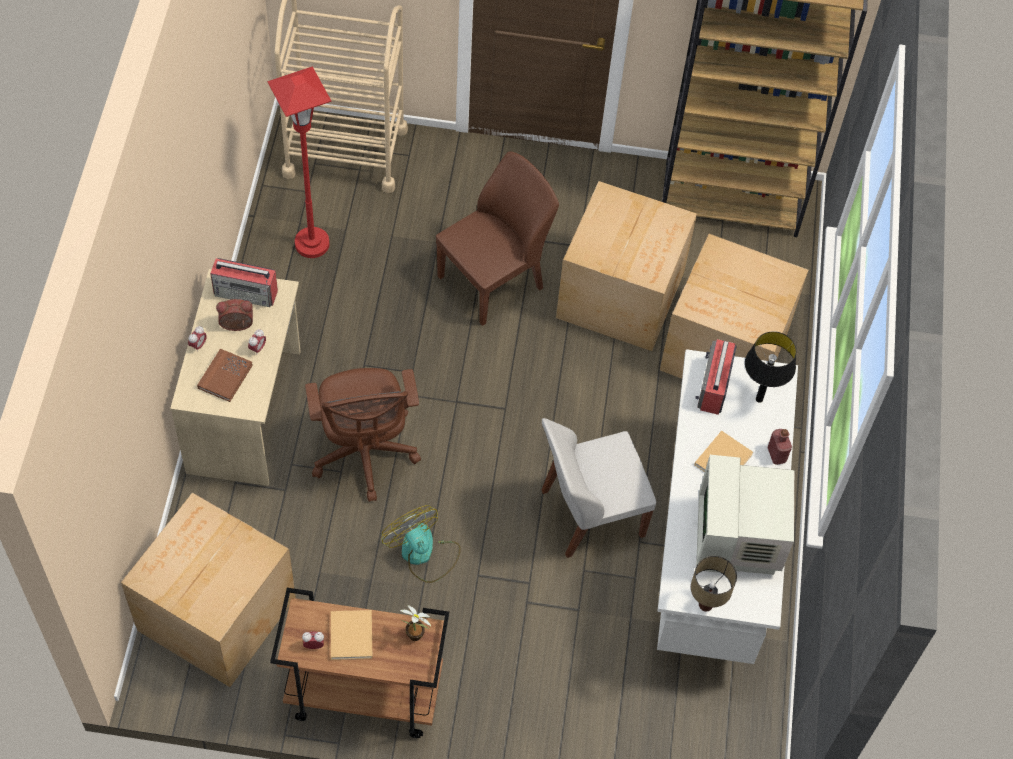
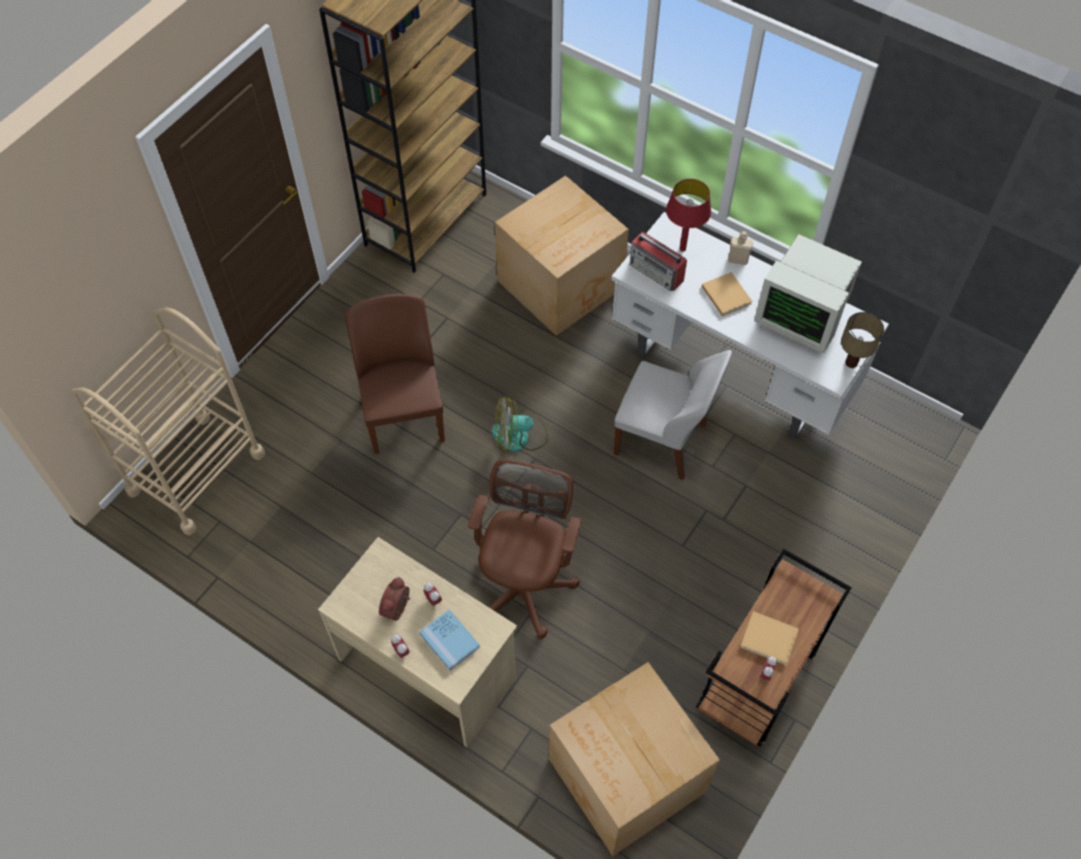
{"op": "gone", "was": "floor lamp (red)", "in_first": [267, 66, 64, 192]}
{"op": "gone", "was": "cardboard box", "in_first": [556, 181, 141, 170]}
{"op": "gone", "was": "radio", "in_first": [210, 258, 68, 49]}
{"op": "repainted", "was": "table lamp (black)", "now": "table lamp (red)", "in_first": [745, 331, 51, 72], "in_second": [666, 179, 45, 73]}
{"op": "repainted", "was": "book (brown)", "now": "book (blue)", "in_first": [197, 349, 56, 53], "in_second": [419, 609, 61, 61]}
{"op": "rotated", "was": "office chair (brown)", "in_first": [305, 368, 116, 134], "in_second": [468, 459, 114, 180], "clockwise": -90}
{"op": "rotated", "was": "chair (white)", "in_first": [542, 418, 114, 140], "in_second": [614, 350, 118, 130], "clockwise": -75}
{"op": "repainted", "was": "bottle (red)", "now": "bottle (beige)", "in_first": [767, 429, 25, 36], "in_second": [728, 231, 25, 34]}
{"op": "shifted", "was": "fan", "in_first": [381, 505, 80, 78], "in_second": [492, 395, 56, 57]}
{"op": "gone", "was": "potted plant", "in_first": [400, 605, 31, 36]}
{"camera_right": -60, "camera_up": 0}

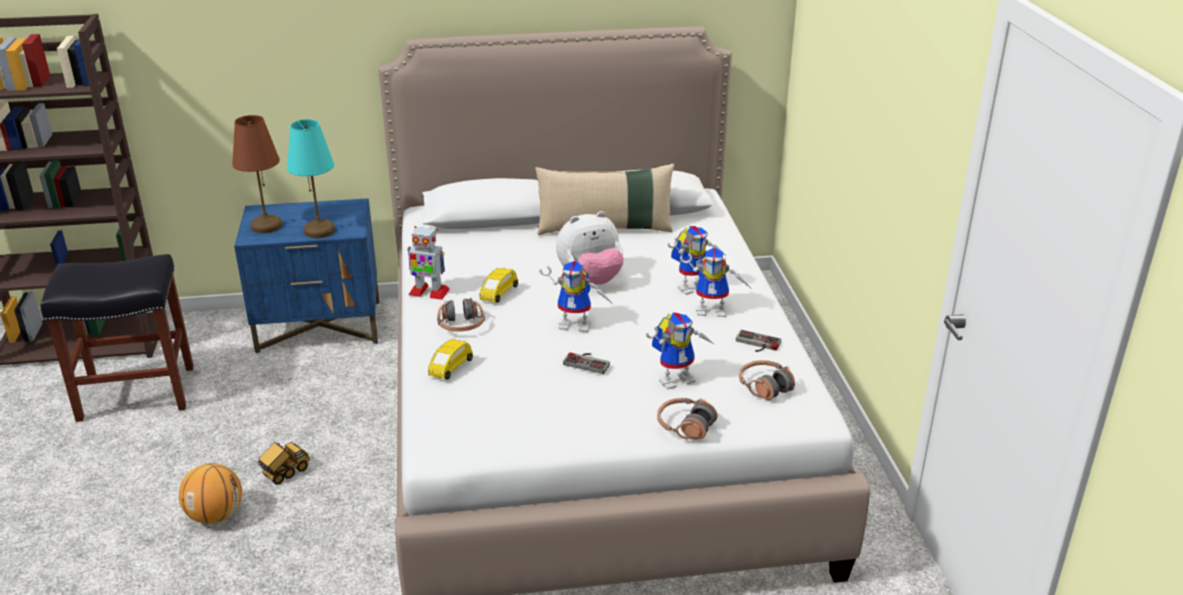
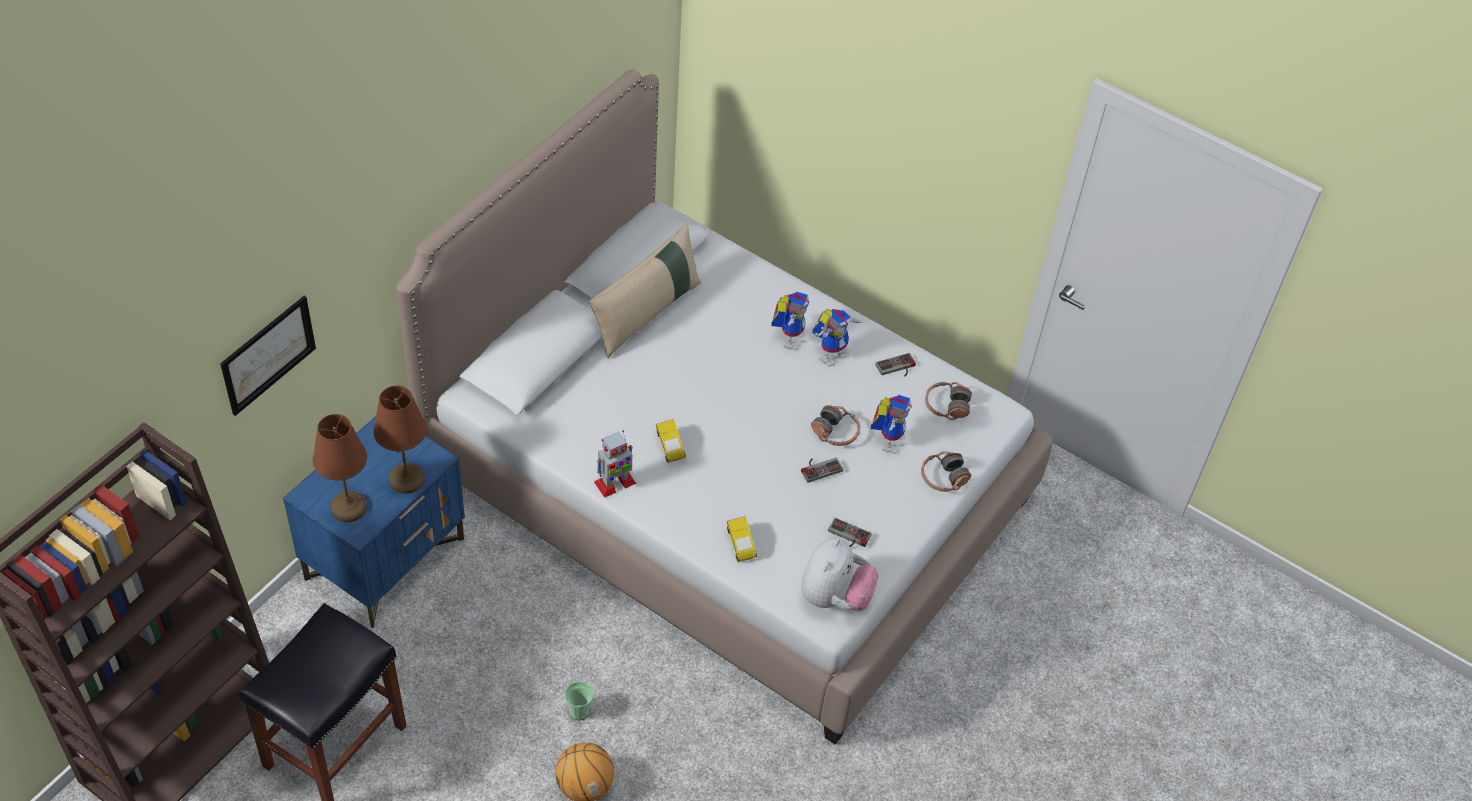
{"op": "repainted", "was": "table lamp (turquoise)", "now": "table lamp (brown)", "in_first": [287, 119, 48, 119], "in_second": [373, 385, 54, 109]}
{"op": "shifted", "was": "plush toy", "in_first": [556, 211, 68, 74], "in_second": [801, 538, 78, 73]}
{"op": "gone", "was": "toy robot", "in_first": [539, 261, 75, 71]}
{"op": "shifted", "was": "headphones", "in_first": [437, 297, 48, 35], "in_second": [811, 405, 49, 41]}
{"op": "swapped", "was": "toy truck", "now": "cup", "in_first": [257, 442, 53, 43], "in_second": [564, 682, 30, 38]}
{"op": "new", "now": "picture", "in_second": [220, 296, 96, 120]}
{"op": "new", "now": "game controller", "in_second": [828, 518, 44, 29]}
{"camera_right": -50, "camera_up": 20}

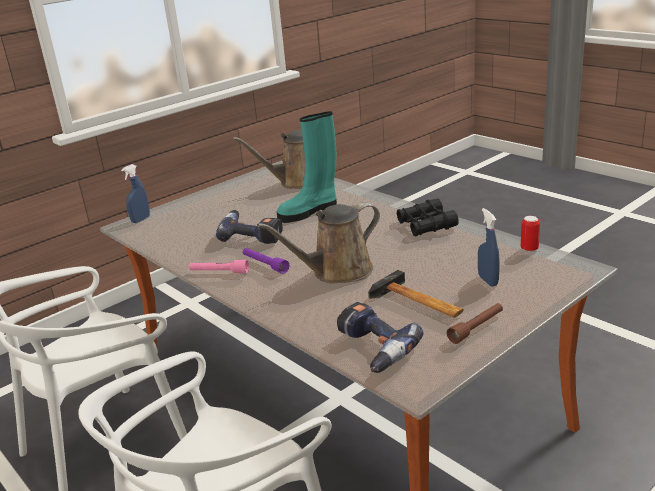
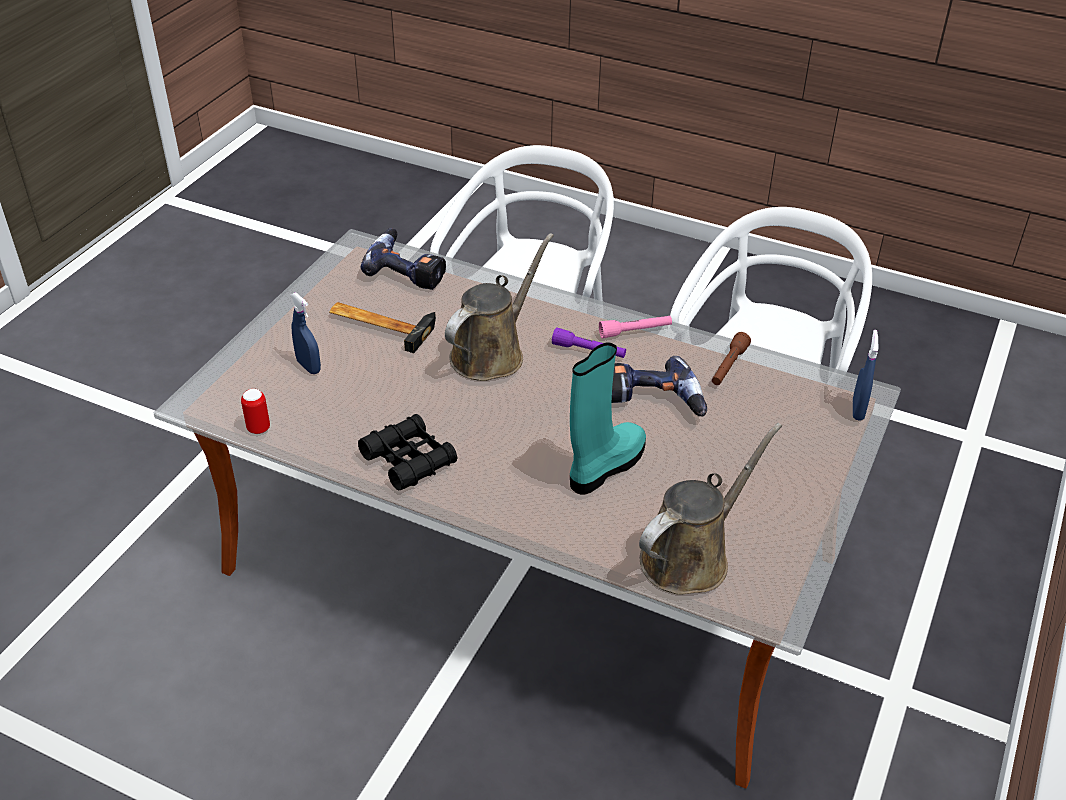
{"op": "shifted", "was": "flashlight (brown)", "in_first": [447, 303, 56, 41], "in_second": [712, 332, 39, 53]}
{"camera_right": 155, "camera_up": 15}

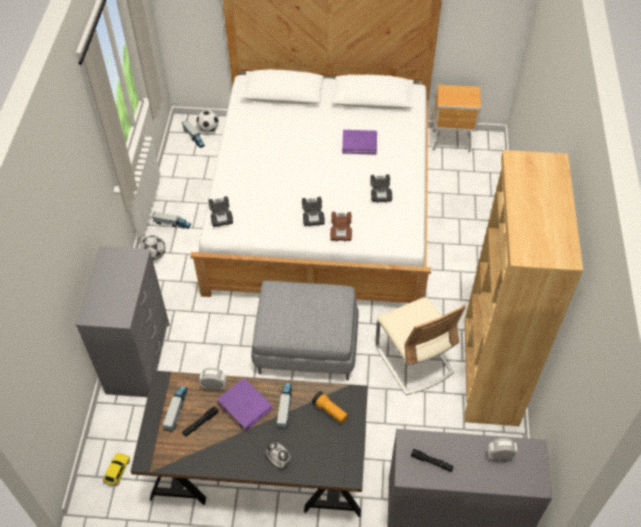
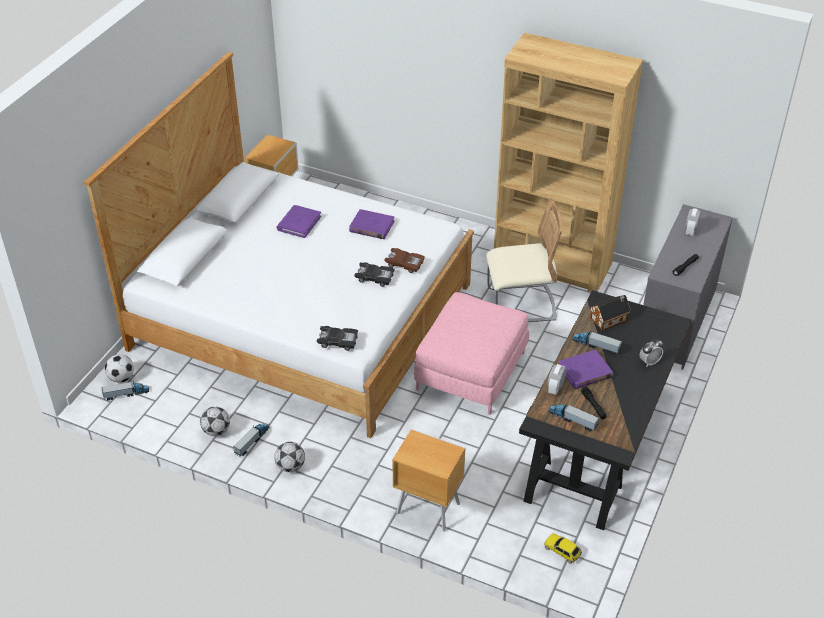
{"op": "swapped", "was": "toy car (black)", "now": "book (purple)", "in_first": [370, 175, 22, 27], "in_second": [349, 209, 45, 30]}
{"op": "swapped", "was": "dresser (grey)", "now": "nightstand (brown)", "in_first": [76, 246, 94, 151], "in_second": [392, 429, 73, 102]}
{"op": "repainted", "was": "ottoman (grey)", "now": "ottoman (pink)", "in_first": [251, 281, 108, 99], "in_second": [414, 292, 115, 123]}
{"op": "swapped", "was": "flashlight", "now": "toy house", "in_first": [312, 391, 36, 33], "in_second": [590, 295, 41, 35]}
{"op": "new", "now": "football", "in_second": [200, 407, 30, 29]}
{"camera_right": -70, "camera_up": -10}

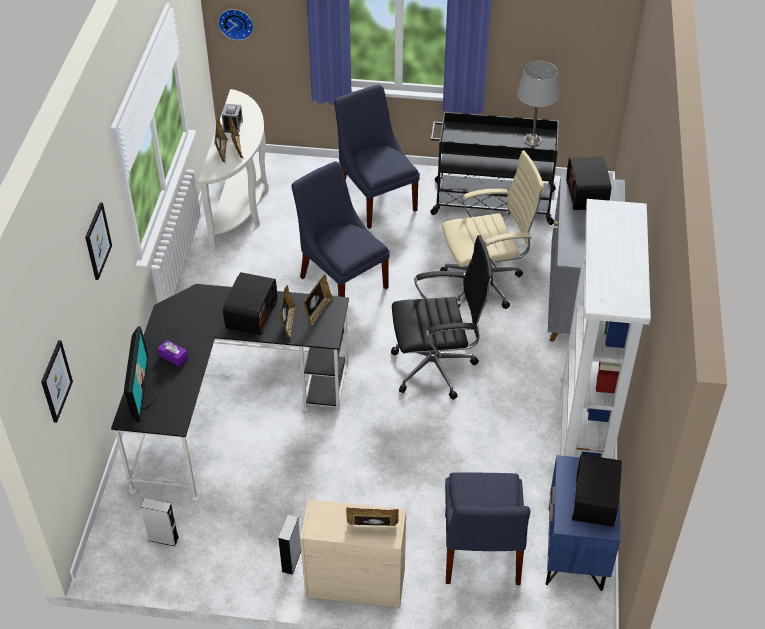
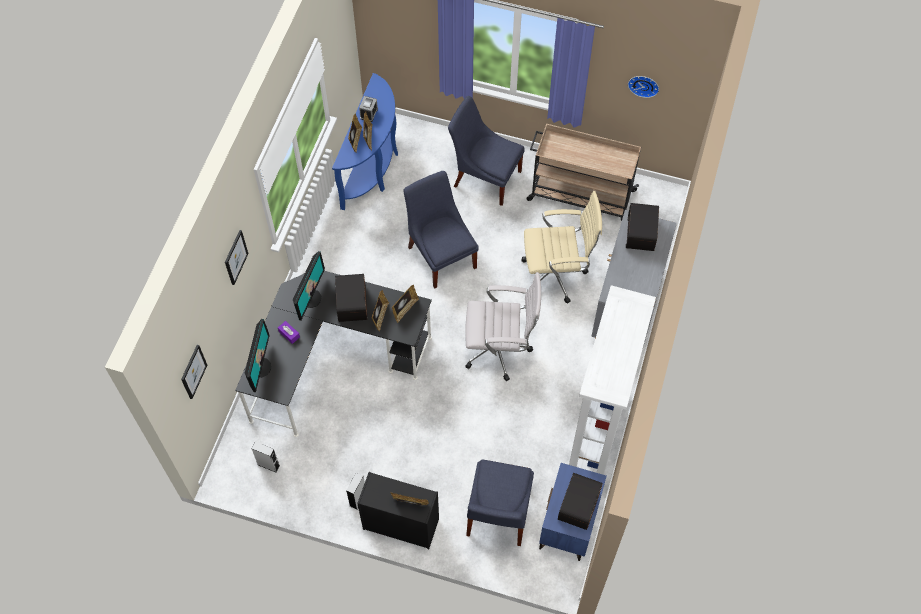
{"op": "shifted", "was": "wall clock", "in_first": [218, 9, 36, 32], "in_second": [628, 76, 31, 22]}
{"op": "gone", "was": "table lamp (grey)", "in_first": [517, 61, 42, 85]}
{"op": "rotated", "was": "chair (blue)", "in_first": [334, 85, 86, 144], "in_second": [448, 96, 77, 110], "clockwise": -45}
{"op": "repainted", "was": "console table (white)", "now": "console table (blue)", "in_first": [198, 89, 71, 161], "in_second": [332, 73, 66, 137]}
{"op": "repainted", "was": "cart (black)", "now": "cart (beige)", "in_first": [430, 112, 129, 113], "in_second": [526, 124, 115, 97]}
{"op": "repainted", "was": "office chair (black)", "now": "office chair (white)", "in_first": [391, 235, 102, 164], "in_second": [465, 272, 76, 109]}
{"op": "rotated", "was": "radio", "in_first": [223, 272, 54, 63], "in_second": [335, 274, 32, 48], "clockwise": 150}
{"op": "repainted", "was": "dresser (beige)", "now": "dresser (black)", "in_first": [300, 498, 106, 110], "in_second": [357, 472, 82, 77]}
{"op": "new", "now": "monitor", "in_second": [293, 251, 32, 69]}
{"camera_right": 10, "camera_up": 15}

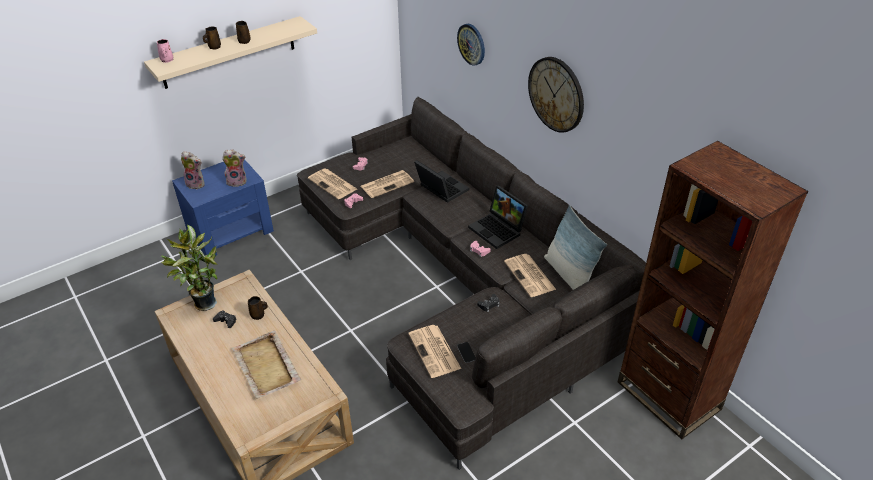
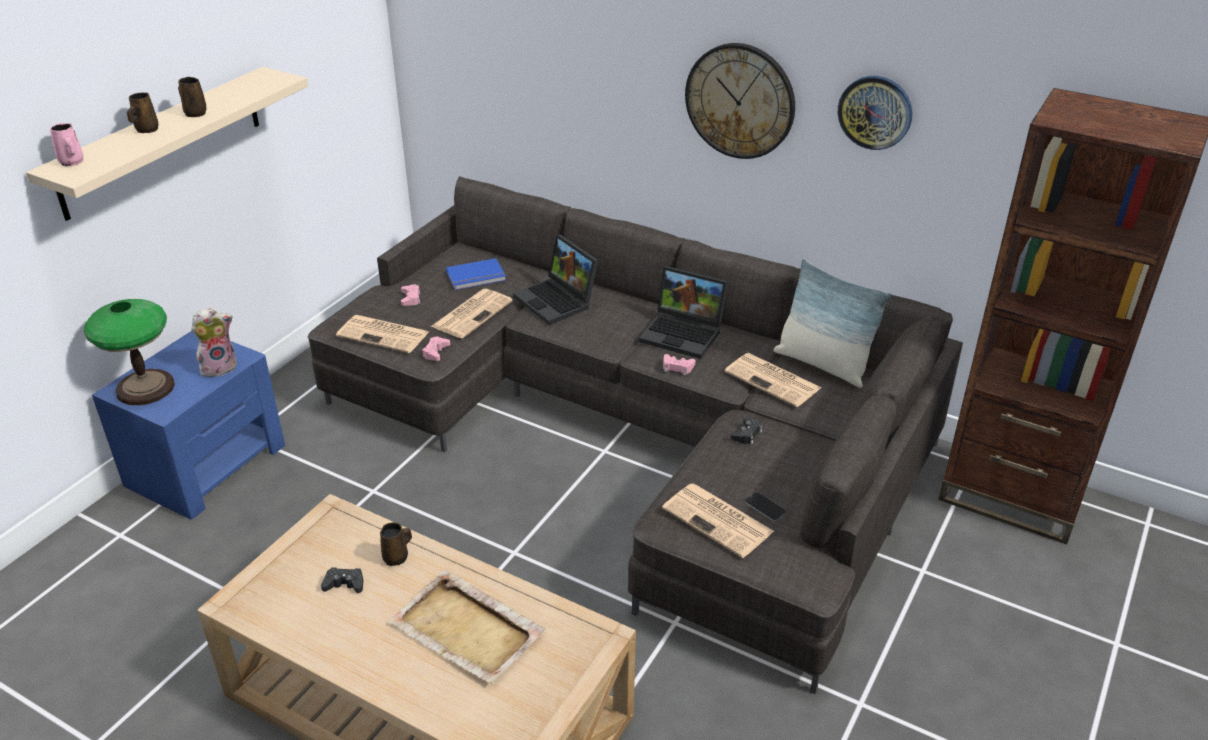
{"op": "shifted", "was": "wall clock", "in_first": [457, 24, 28, 42], "in_second": [838, 76, 75, 74]}
{"op": "swapped", "was": "plush toy", "now": "table lamp", "in_first": [181, 151, 24, 38], "in_second": [84, 299, 91, 107]}
{"op": "rotated", "was": "laptop", "in_first": [414, 160, 55, 43], "in_second": [513, 234, 85, 91], "clockwise": -150}
{"op": "gone", "was": "potted plant", "in_first": [161, 224, 57, 87]}
{"op": "new", "now": "book (blue)", "in_second": [446, 258, 60, 32]}
{"camera_right": -25, "camera_up": -5}

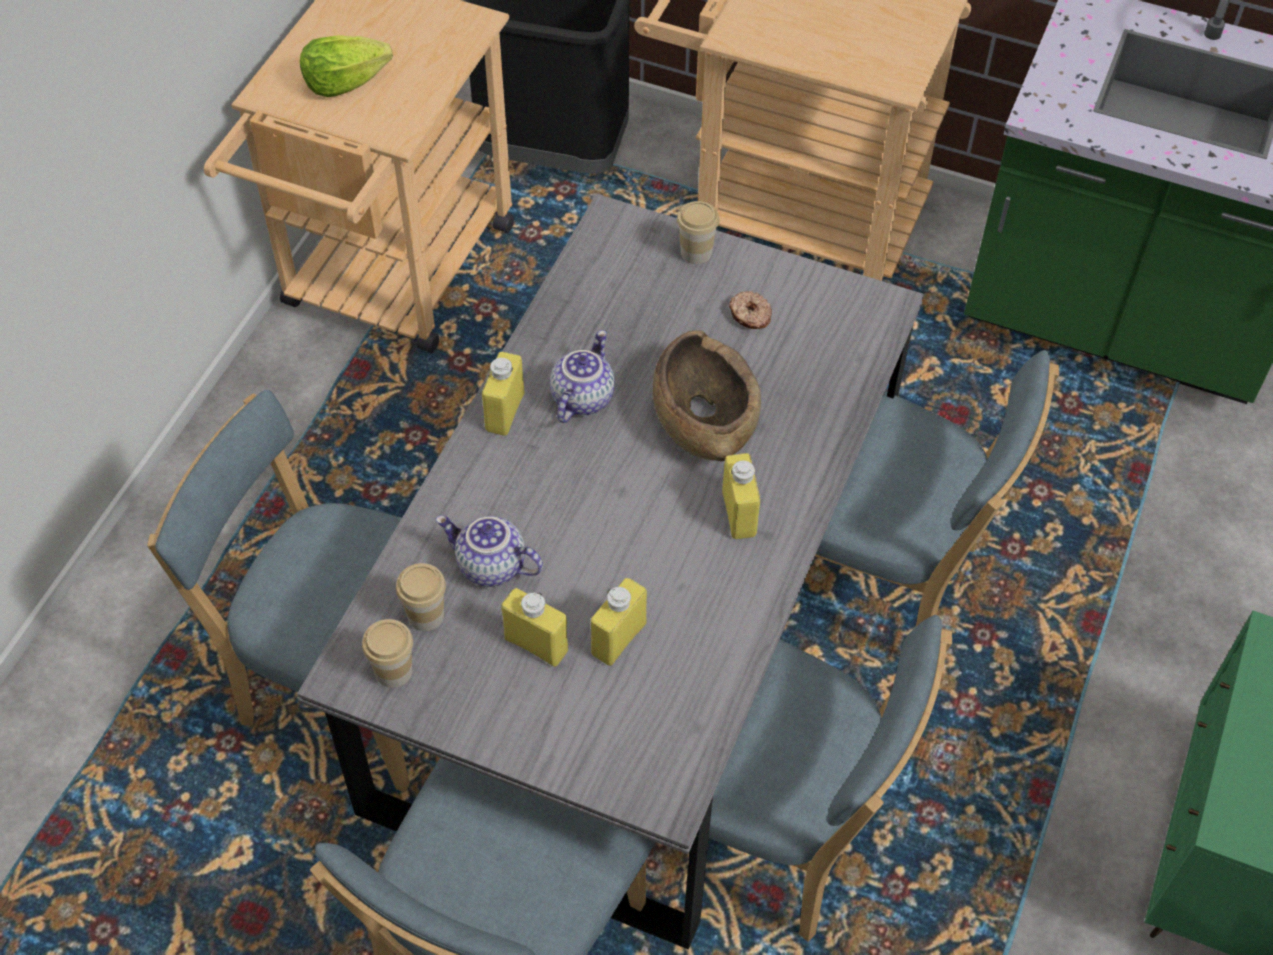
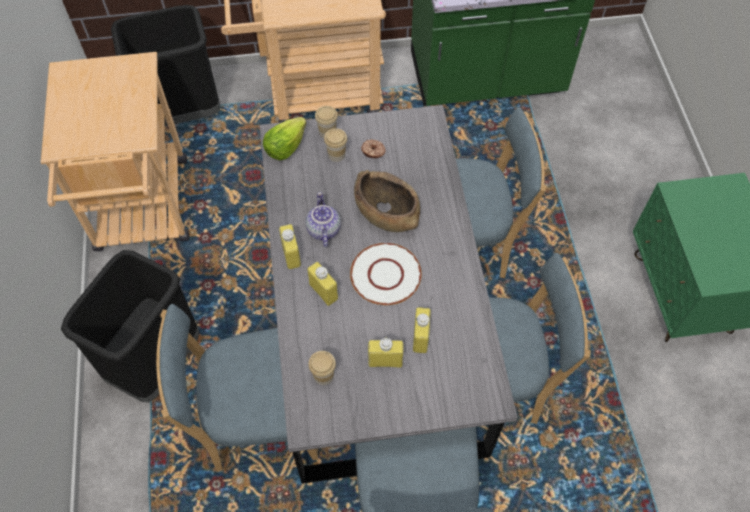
{"op": "shifted", "was": "lettuce", "in_first": [300, 35, 93, 62], "in_second": [263, 117, 44, 43]}
{"op": "shifted", "was": "bottle (yellow)", "in_first": [722, 453, 38, 86], "in_second": [308, 262, 30, 44]}
{"op": "gone", "was": "teapot", "in_first": [436, 515, 107, 72]}
{"op": "shifted", "was": "cup", "in_first": [362, 619, 51, 69], "in_second": [324, 128, 23, 34]}
{"op": "new", "now": "plate (white)", "in_second": [350, 243, 71, 62]}
{"op": "new", "now": "trash can (black)", "in_second": [61, 250, 139, 152]}
{"camera_right": -30, "camera_up": 5}

